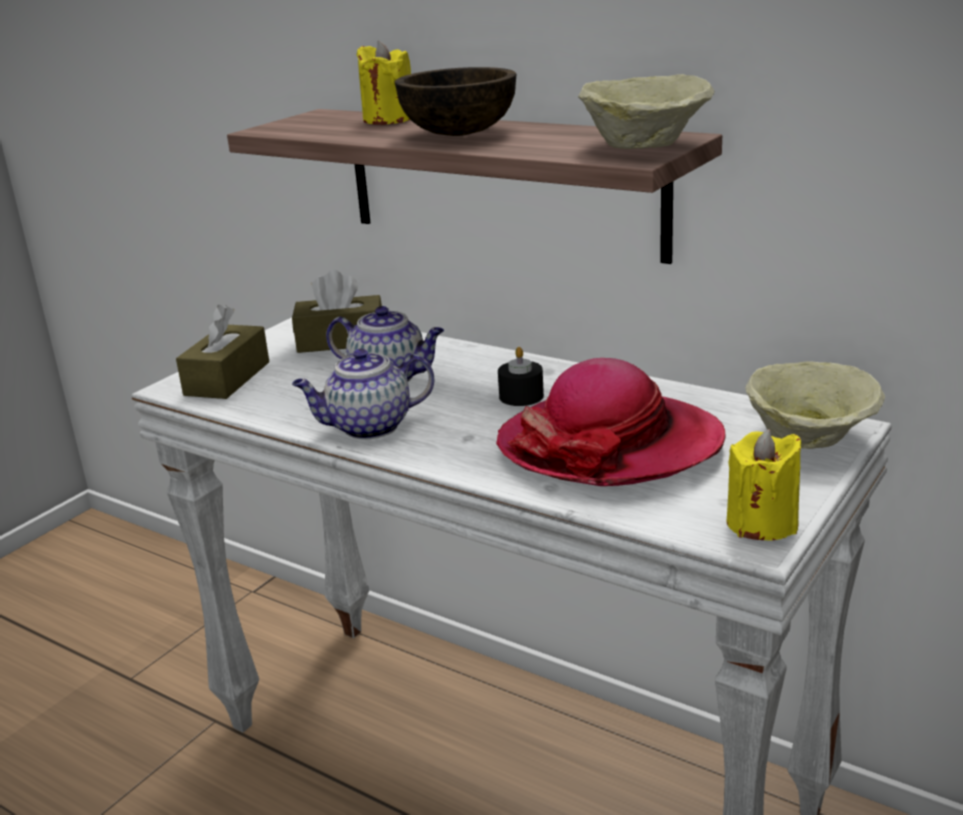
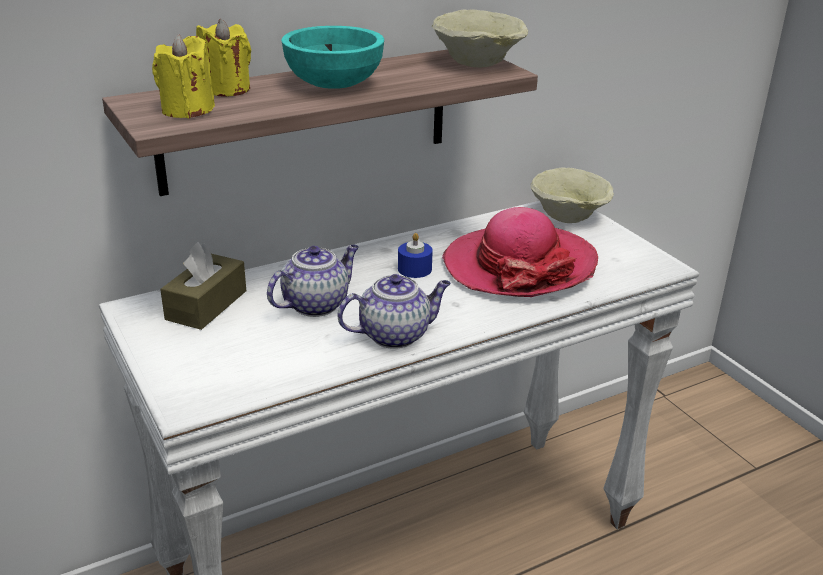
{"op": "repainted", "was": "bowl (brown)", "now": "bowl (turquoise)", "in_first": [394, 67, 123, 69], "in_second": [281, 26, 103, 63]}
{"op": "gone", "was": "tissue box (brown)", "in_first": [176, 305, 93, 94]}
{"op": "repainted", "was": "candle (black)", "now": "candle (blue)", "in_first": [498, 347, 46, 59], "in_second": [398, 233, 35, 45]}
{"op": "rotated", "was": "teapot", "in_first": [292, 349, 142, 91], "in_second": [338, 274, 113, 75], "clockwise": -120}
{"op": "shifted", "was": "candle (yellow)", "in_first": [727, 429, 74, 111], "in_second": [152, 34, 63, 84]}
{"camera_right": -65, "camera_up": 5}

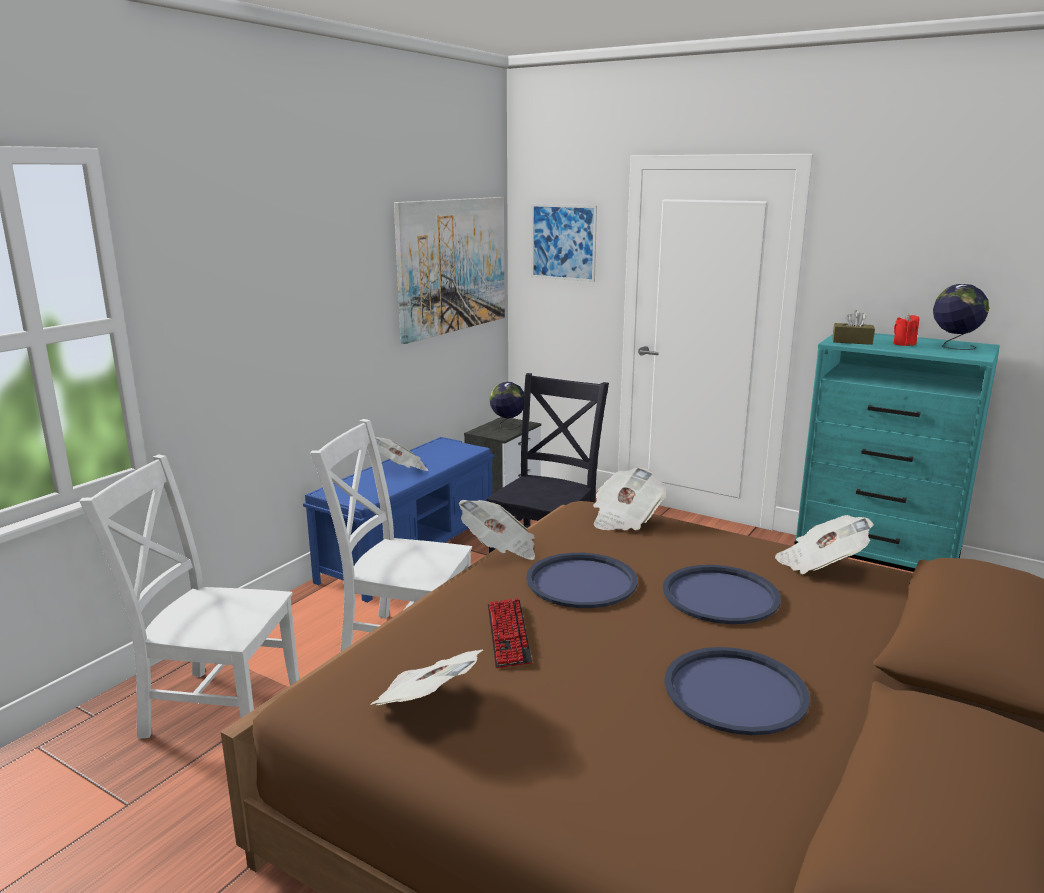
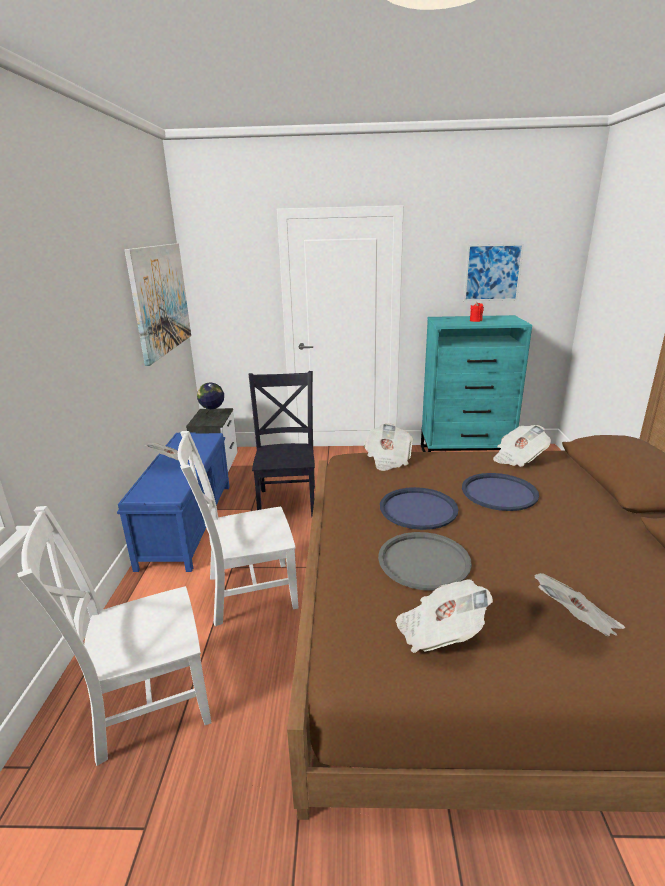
{"op": "shifted", "was": "picture", "in_first": [531, 204, 66, 78], "in_second": [464, 243, 60, 58]}
{"op": "gone", "was": "globe", "in_first": [933, 284, 56, 66]}
{"op": "gone", "was": "tissue box (brown)", "in_first": [832, 310, 43, 35]}
{"op": "shifted", "was": "newspaper", "in_first": [459, 500, 76, 60], "in_second": [534, 573, 91, 63]}
{"op": "swapped", "was": "keyboard", "now": "tray (grey)", "in_first": [488, 598, 44, 70], "in_second": [378, 532, 94, 59]}
{"op": "gone", "was": "tray (blue)", "in_first": [664, 647, 146, 88]}
{"camera_right": -30, "camera_up": 5}

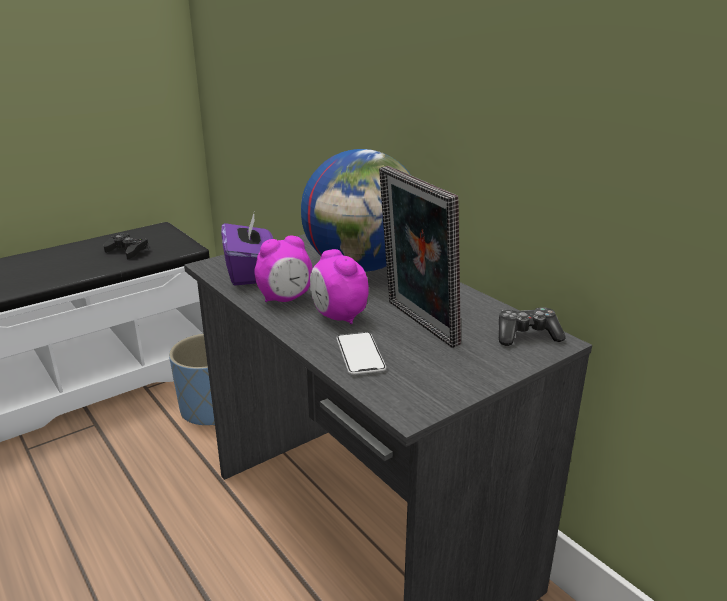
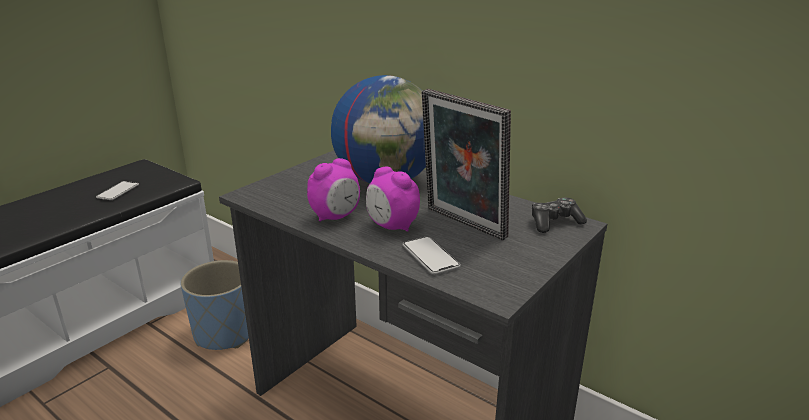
{"op": "gone", "was": "tissue box (purple)", "in_first": [221, 213, 52, 72]}
{"op": "swapped", "was": "game controller (black)", "now": "phone", "in_first": [104, 233, 45, 26], "in_second": [96, 181, 43, 19]}
{"camera_right": -15, "camera_up": 0}

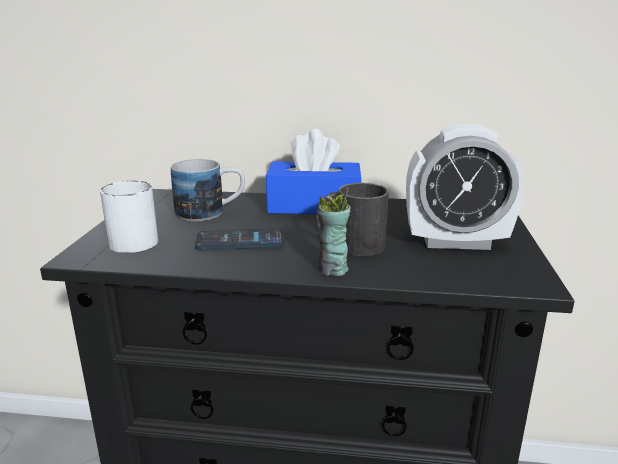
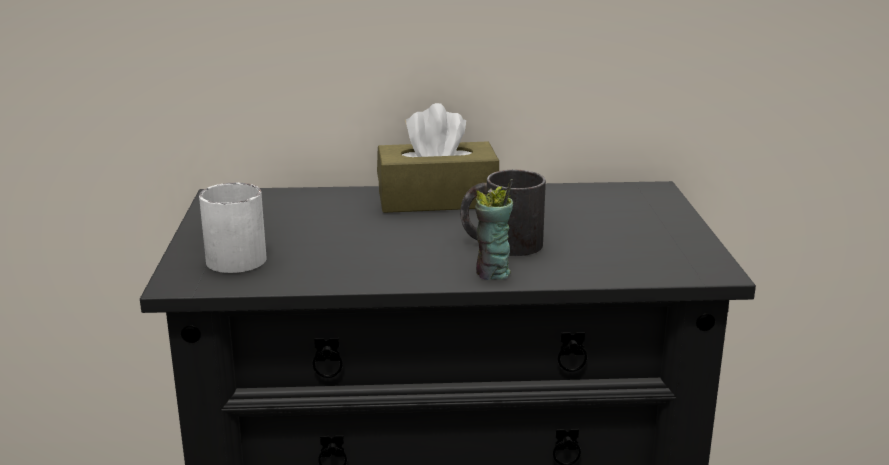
{"op": "gone", "was": "alarm clock", "in_first": [406, 124, 118, 126]}
{"op": "repainted", "was": "tissue box (blue)", "now": "tissue box (brown)", "in_first": [266, 129, 95, 85], "in_second": [377, 103, 122, 110]}
{"op": "gone", "was": "mug", "in_first": [171, 159, 74, 63]}
{"op": "gone", "was": "phone", "in_first": [195, 228, 89, 22]}
{"camera_right": -10, "camera_up": 0}

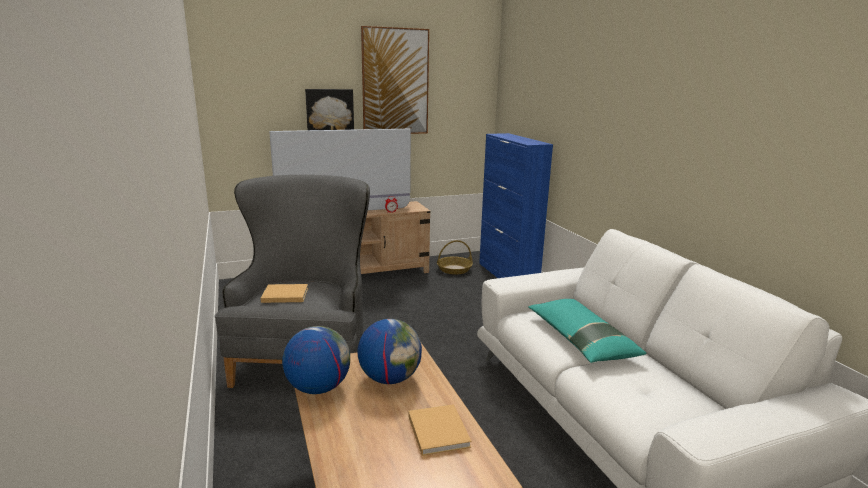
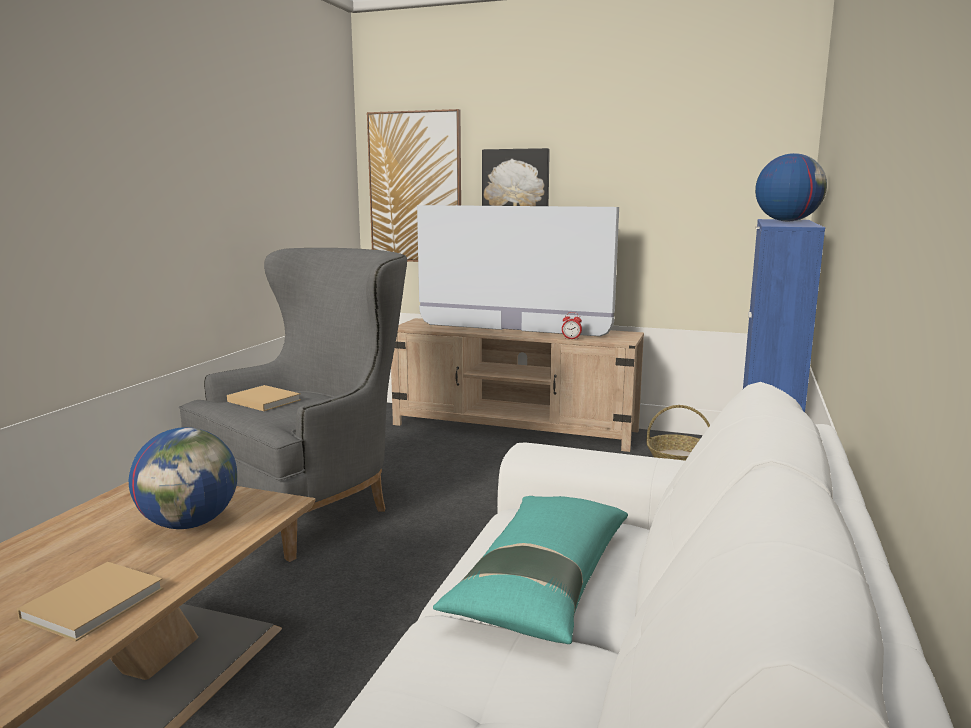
{"op": "shifted", "was": "picture", "in_first": [361, 26, 68, 108], "in_second": [367, 109, 94, 153]}
{"op": "shifted", "was": "globe", "in_first": [282, 326, 68, 68], "in_second": [755, 153, 72, 68]}
{"camera_right": 40, "camera_up": -5}

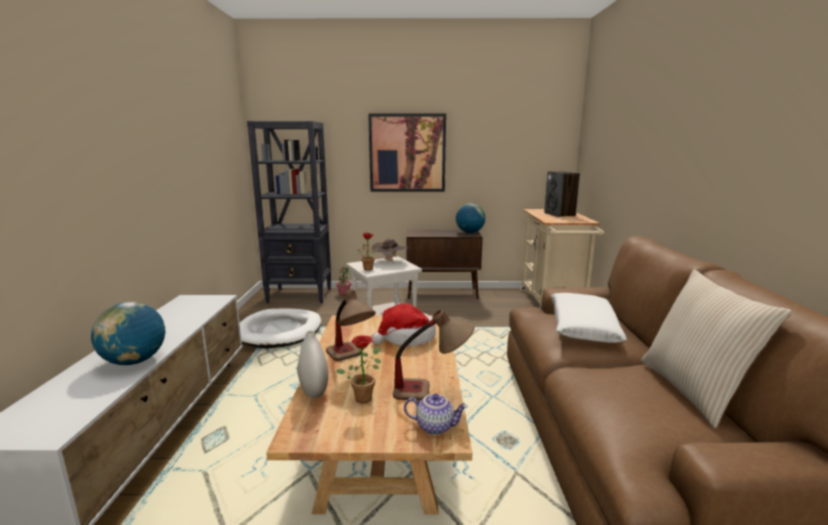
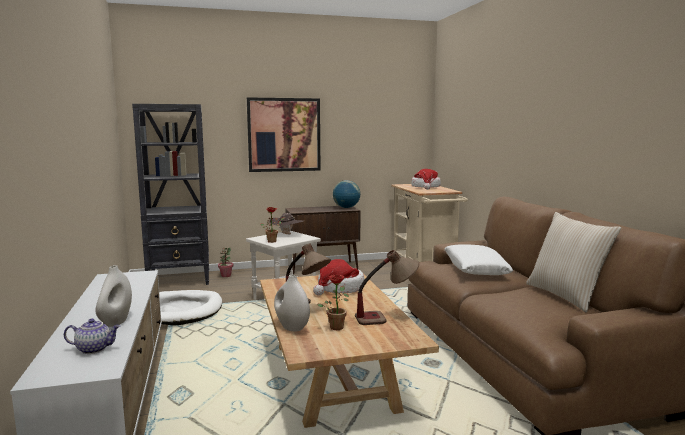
{"op": "swapped", "was": "speaker", "now": "hat", "in_first": [544, 171, 36, 46], "in_second": [411, 169, 30, 21]}
{"op": "swapped", "was": "globe", "now": "vase (white)", "in_first": [91, 302, 74, 63], "in_second": [95, 265, 37, 62]}
{"op": "shifted", "was": "teapot", "in_first": [404, 393, 64, 42], "in_second": [64, 319, 56, 35]}
{"camera_right": -15, "camera_up": -5}

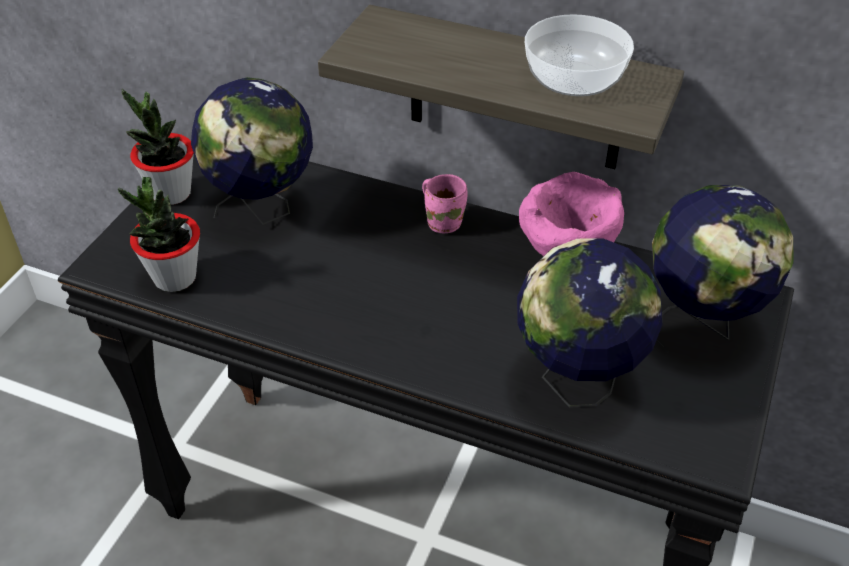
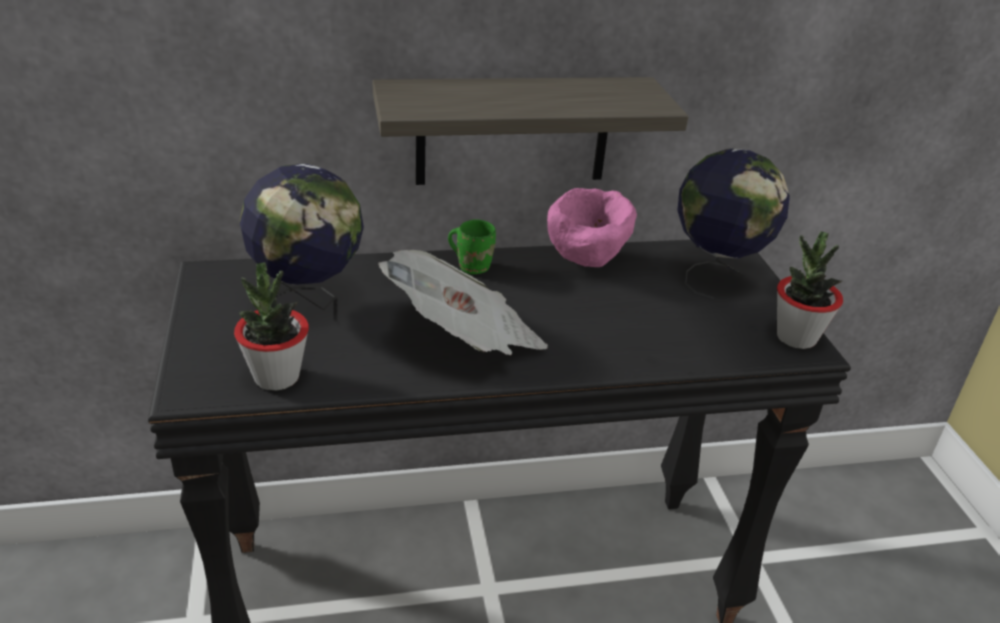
{"op": "gone", "was": "bowl", "in_first": [525, 14, 109, 82]}
{"op": "shifted", "was": "potted plant", "in_first": [122, 89, 72, 116], "in_second": [777, 231, 66, 118]}
{"op": "repainted", "was": "mug (pink)", "now": "mug (green)", "in_first": [422, 174, 45, 59], "in_second": [448, 220, 48, 54]}
{"op": "gone", "was": "globe", "in_first": [517, 239, 146, 169]}
{"op": "new", "now": "newspaper", "in_second": [378, 250, 170, 105]}
{"camera_right": -35, "camera_up": -10}

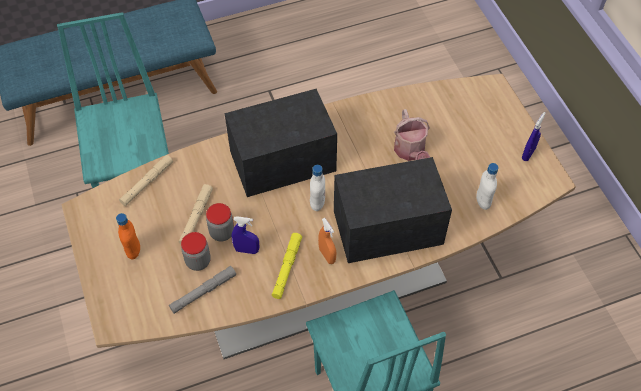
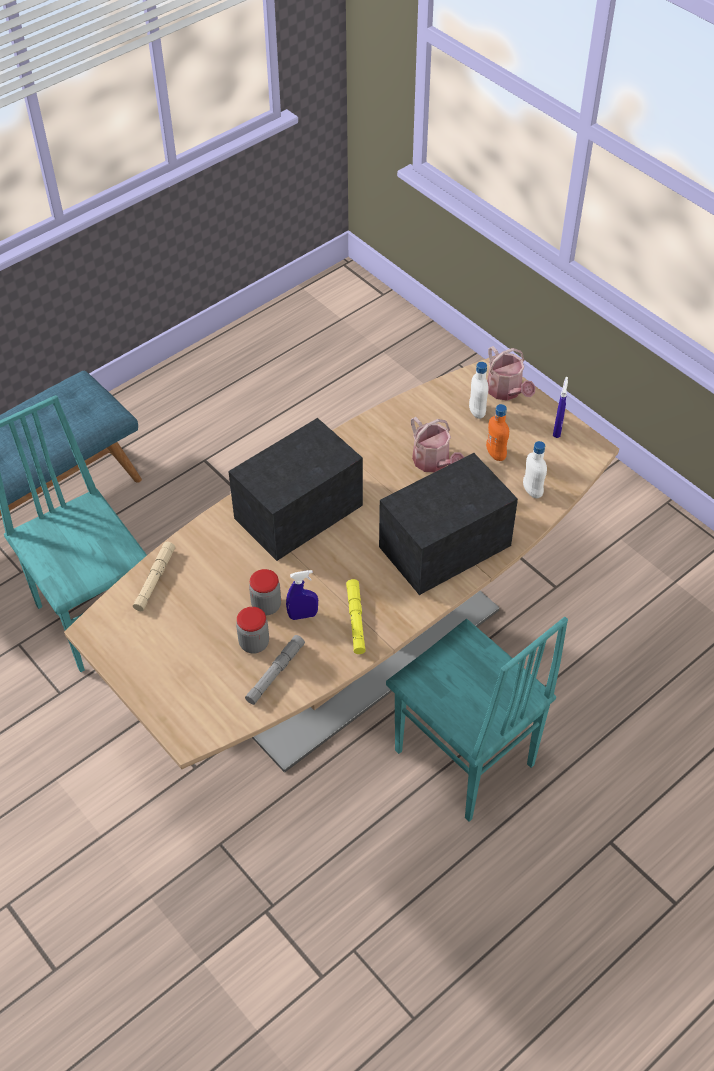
{"op": "shifted", "was": "bottle (white)", "in_first": [310, 165, 15, 46], "in_second": [469, 362, 20, 57]}
{"op": "gone", "was": "flashlight (beige)", "in_first": [179, 184, 34, 60]}
{"op": "shifted", "was": "bottle (orange)", "in_first": [116, 213, 24, 46], "in_second": [486, 404, 23, 57]}
{"op": "gone", "was": "spray bottle (orange)", "in_first": [318, 218, 18, 46]}
{"op": "new", "now": "watering can", "in_second": [487, 346, 49, 55]}
{"camera_right": -20, "camera_up": -5}

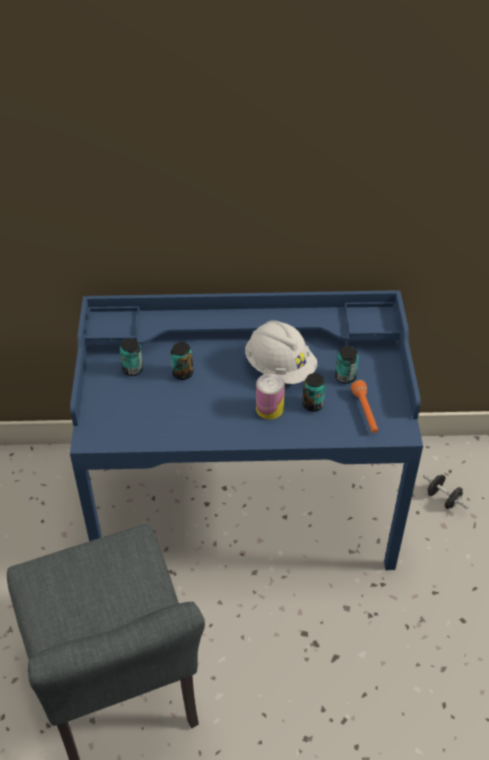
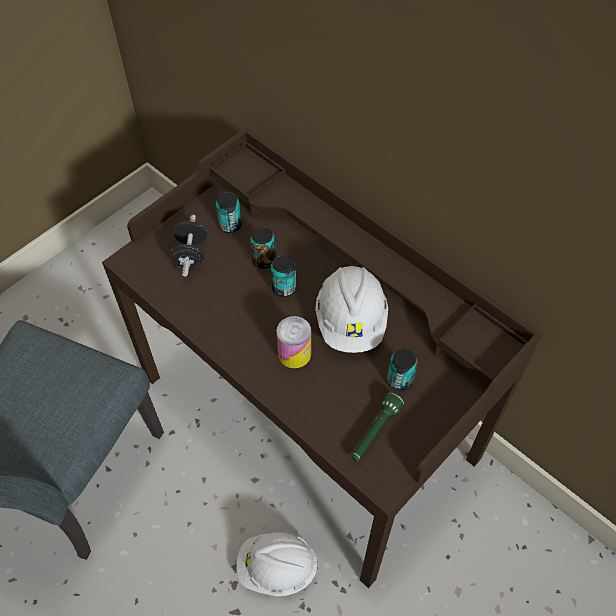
{"op": "repainted", "was": "desk (blue)", "now": "desk (brown)", "in_first": [70, 290, 353, 280], "in_second": [102, 128, 440, 460]}
{"op": "shifted", "was": "can", "in_first": [302, 373, 24, 39], "in_second": [270, 255, 26, 42]}
{"op": "repainted", "was": "flashlight (orange)", "now": "flashlight (green)", "in_first": [351, 380, 27, 53], "in_second": [351, 392, 53, 69]}
{"op": "shifted", "was": "dumbbell (black)", "in_first": [422, 474, 47, 35], "in_second": [169, 215, 38, 61]}
{"op": "new", "now": "hard hat (white)", "in_second": [237, 532, 81, 64]}
{"camera_right": 45, "camera_up": 10}

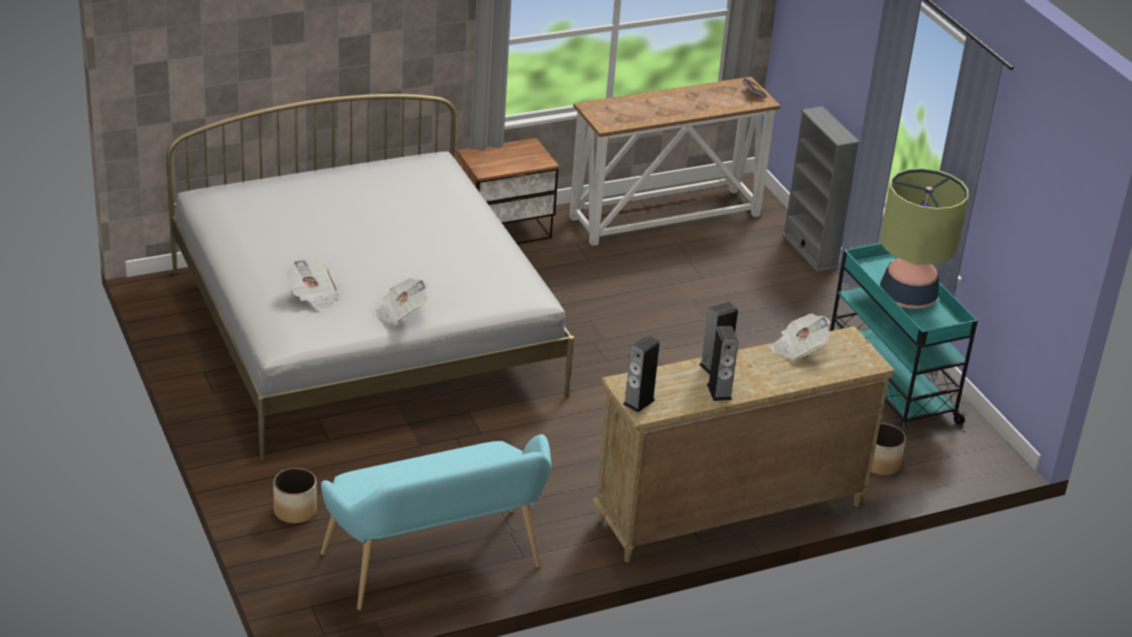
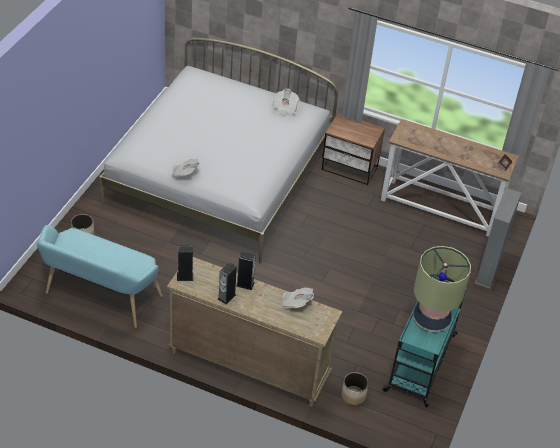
{"op": "shifted", "was": "newspaper", "in_first": [286, 259, 53, 52], "in_second": [273, 89, 26, 28]}
{"camera_right": 45, "camera_up": 10}

